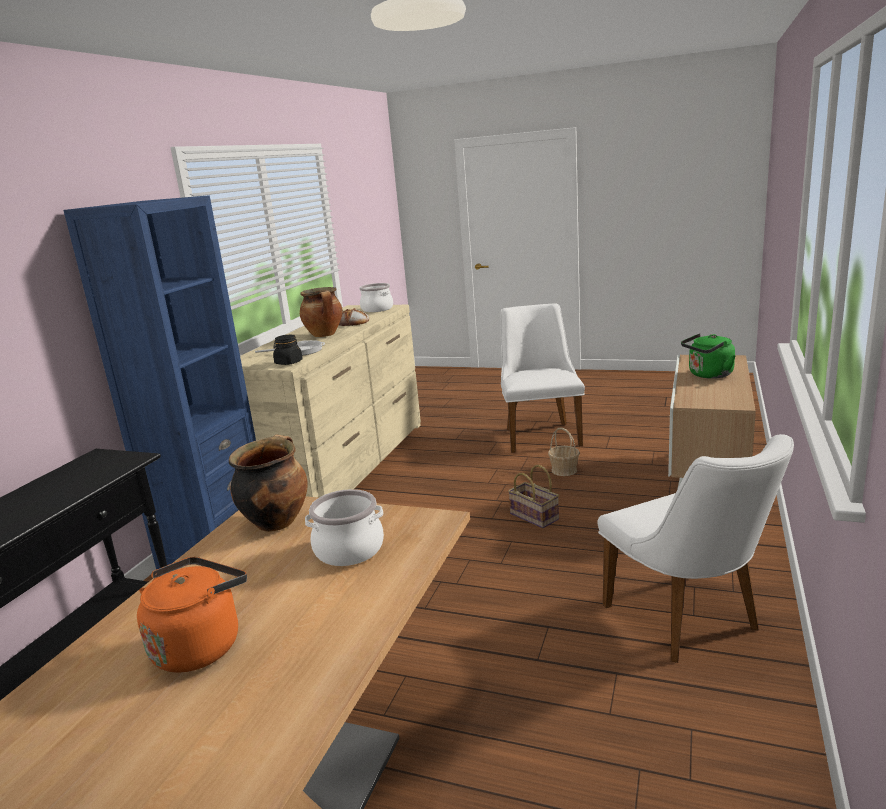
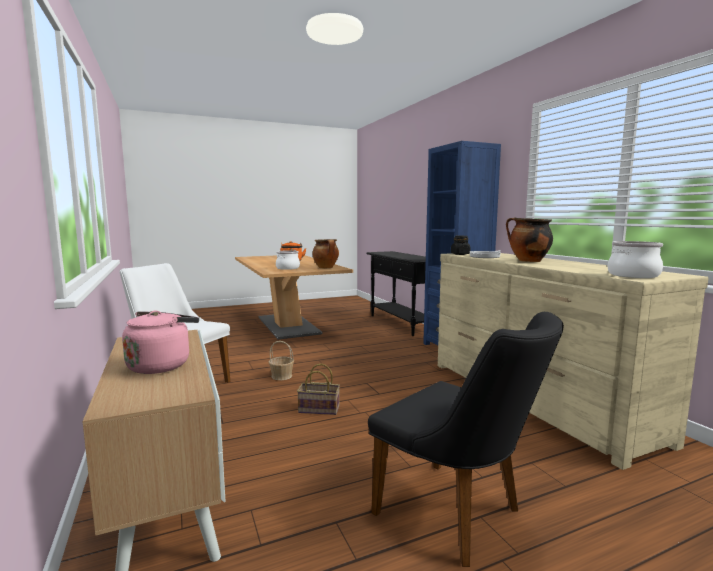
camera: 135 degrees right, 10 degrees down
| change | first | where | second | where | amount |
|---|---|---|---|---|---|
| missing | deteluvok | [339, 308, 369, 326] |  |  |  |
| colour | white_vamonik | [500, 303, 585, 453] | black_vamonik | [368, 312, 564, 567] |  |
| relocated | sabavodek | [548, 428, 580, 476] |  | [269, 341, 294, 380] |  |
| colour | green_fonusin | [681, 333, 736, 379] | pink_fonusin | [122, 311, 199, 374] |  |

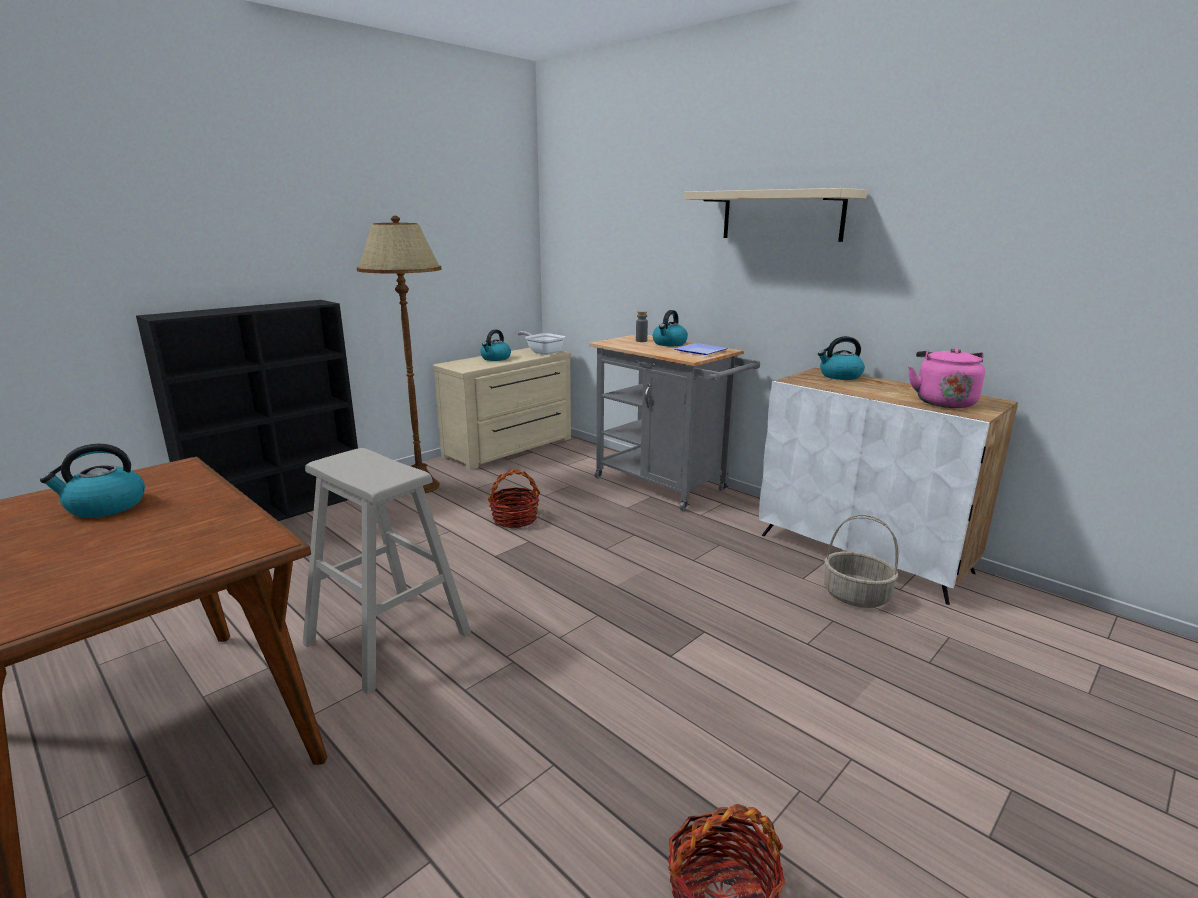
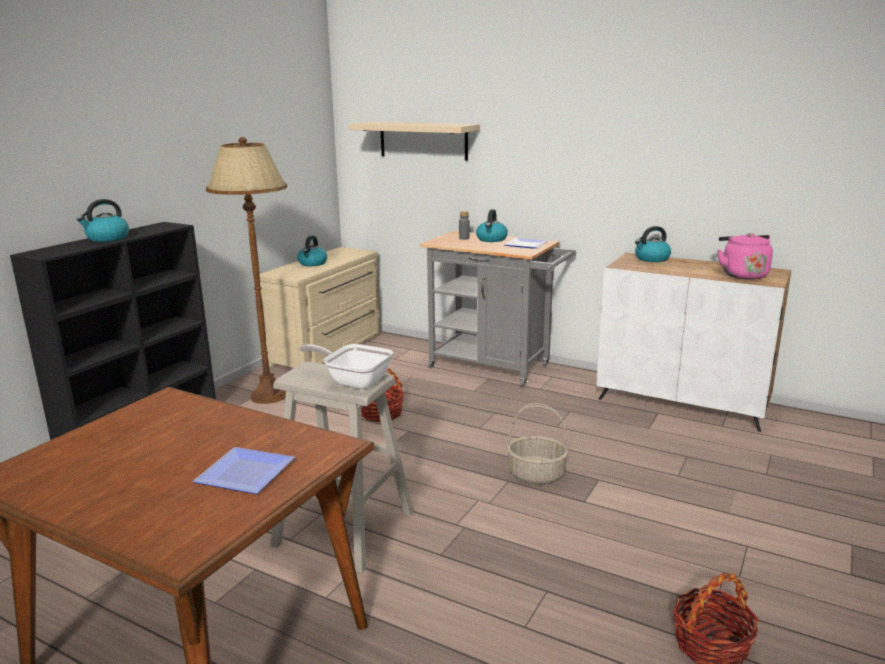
camera: 15 degrees left, 0 degrees up
| change | first | where | second | where | amount |
|---|---|---|---|---|---|
| relocated | fonusin | [40, 444, 145, 518] |  | [77, 199, 129, 242] |  |
| relocated | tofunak | [517, 331, 565, 355] |  | [299, 344, 393, 389] |  |
| relocated | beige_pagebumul | [684, 188, 867, 242] |  | [348, 122, 480, 160] |  |
| relocated | sabavodek | [824, 515, 899, 608] |  | [507, 403, 569, 485] |  |
| appeared |  |  | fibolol | [193, 447, 295, 494] |  |

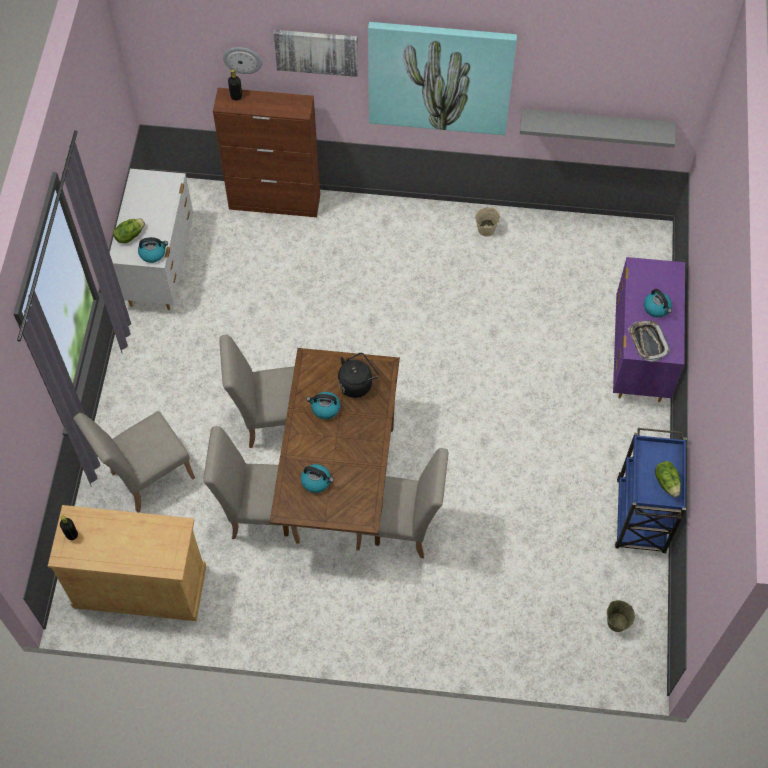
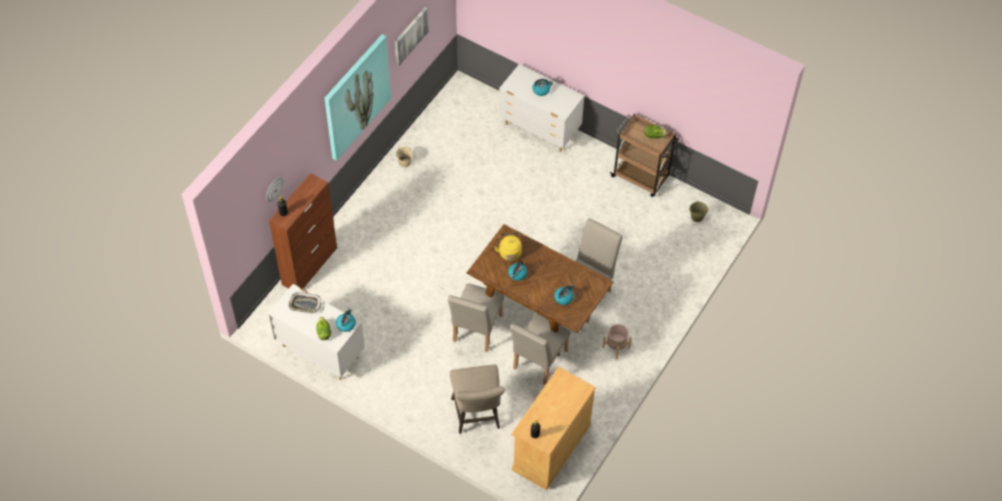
camera: 65 degrees left, 5 degrees down
| change | first | where | second | where | amount |
|---|---|---|---|---|---|
| exchanged | beige_vamonik | [74, 411, 195, 513] | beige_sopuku | [450, 365, 505, 434] |  |
| relocated | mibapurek | [273, 30, 358, 77] |  | [395, 7, 429, 66] |  |
| colour | black_fonusin | [338, 353, 379, 398] | yellow_fonusin | [494, 232, 522, 261] |  |
| missing | grey_pagebumul | [520, 109, 675, 148] |  |  |  |
| colour | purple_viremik | [613, 257, 685, 402] | white_viremik | [499, 64, 584, 152] |  |
| colour | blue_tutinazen | [615, 428, 687, 553] | brown_tutinazen | [610, 114, 679, 197] |  |
| relocated | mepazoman | [628, 320, 670, 362] |  | [288, 292, 321, 314] |  |
| appeared |  |  | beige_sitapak | [602, 324, 632, 359] |  |

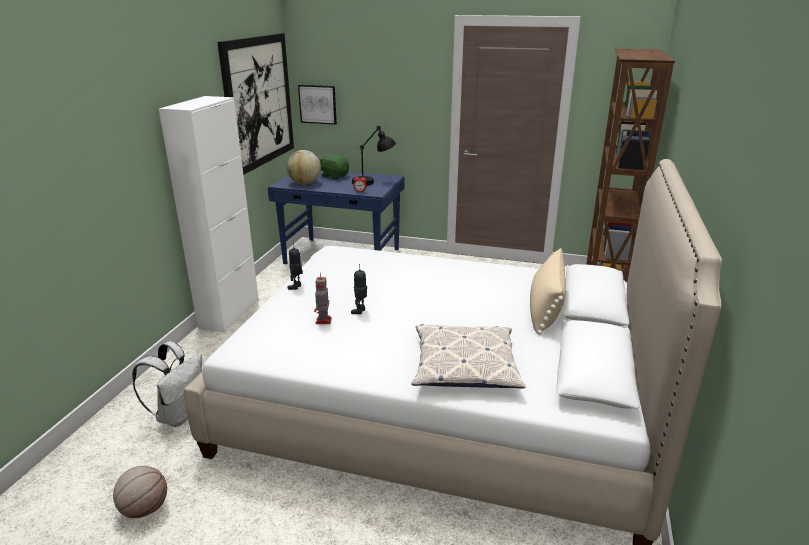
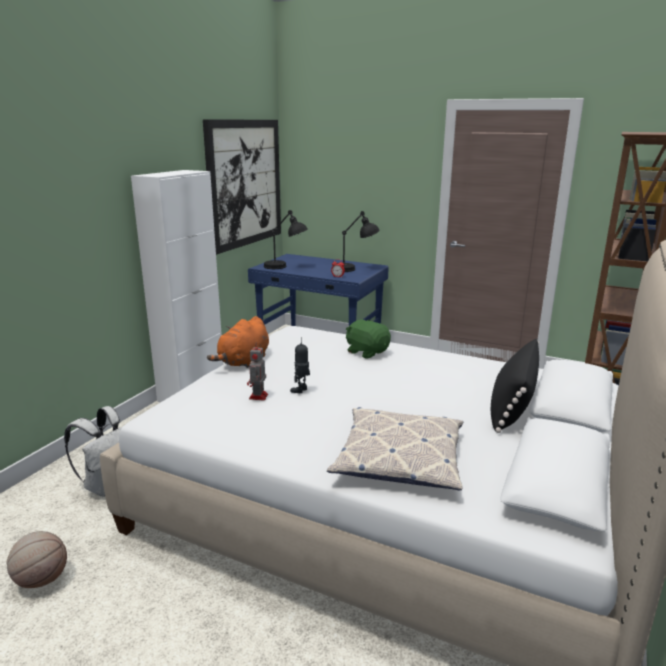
camera: 10 degrees right, 5 degrees down
| change | first | where | second | where | amount |
|---|---|---|---|---|---|
| exchanged | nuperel | [286, 150, 321, 184] | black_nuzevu | [264, 210, 308, 269] |  |
| exchanged | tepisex | [287, 243, 303, 290] | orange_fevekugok | [207, 316, 269, 368] |  |
| missing | mibapurek | [298, 85, 337, 125] |  |  |  |
| relocated | green_fevekugok | [319, 155, 349, 179] |  | [346, 319, 391, 359] |  |
| colour | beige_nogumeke | [530, 248, 566, 335] | black_nogumeke | [491, 339, 539, 433] |  |

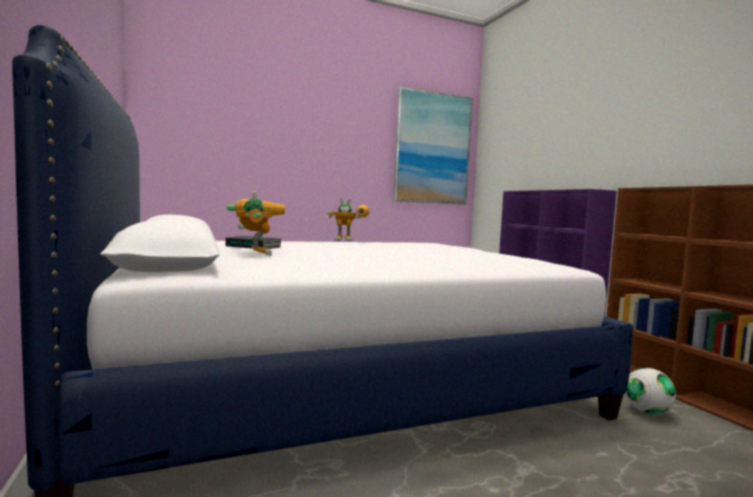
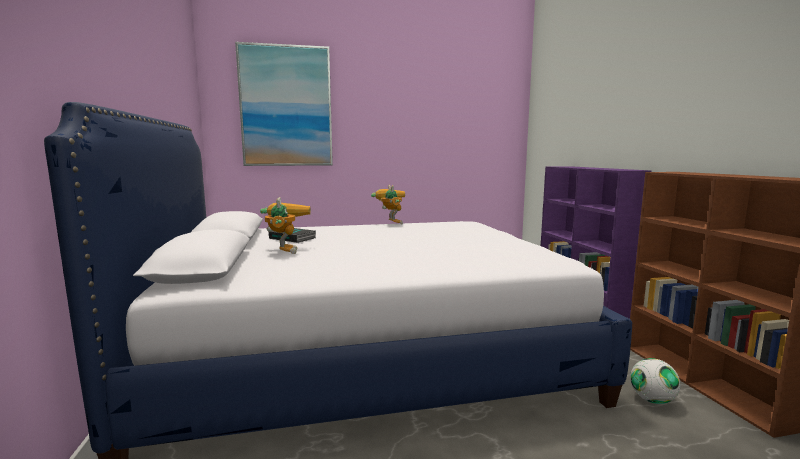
camera: 10 degrees right, 5 degrees up
| change | first | where | second | where | amount |
|---|---|---|---|---|---|
| spun | tepisex | [327, 198, 370, 242] |  | [371, 185, 405, 224] | 120 degrees counterclockwise |
| relocated | mibapurek | [393, 87, 473, 204] |  | [235, 42, 333, 166] |  |

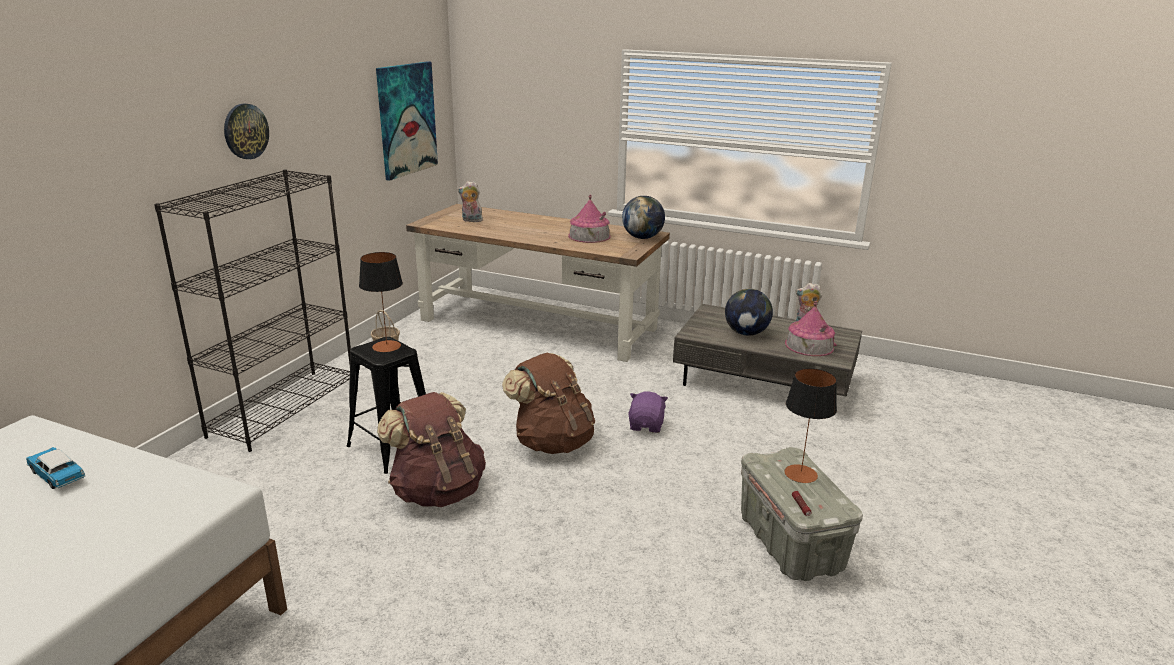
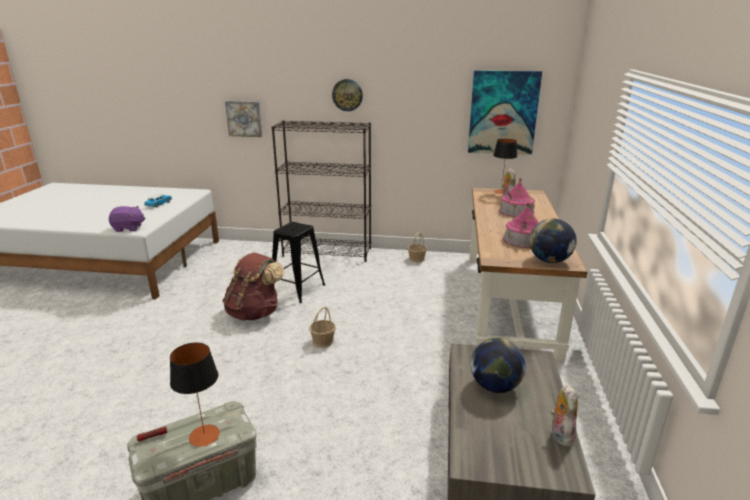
camera: 75 degrees right, 0 degrees up
| change | first | where | second | where | amount |
|---|---|---|---|---|---|
| relocated | nuzevu | [359, 252, 403, 352] |  | [493, 139, 517, 194] |  |
| exchanged | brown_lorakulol | [502, 353, 595, 454] | sabavodek | [309, 307, 336, 348] |  |
| relocated | purple_fevekugok | [629, 392, 668, 433] |  | [109, 206, 145, 232] |  |
| relocated | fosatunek | [785, 301, 837, 356] |  | [499, 178, 535, 217] |  |
| appeared |  |  | mibapurek | [225, 101, 262, 137] |  |

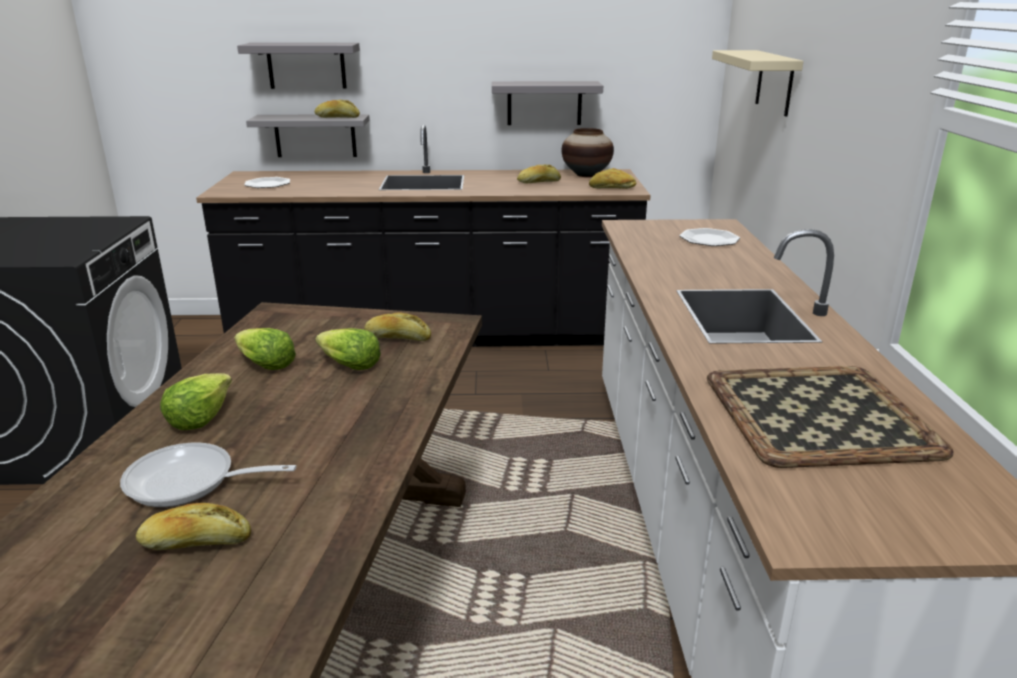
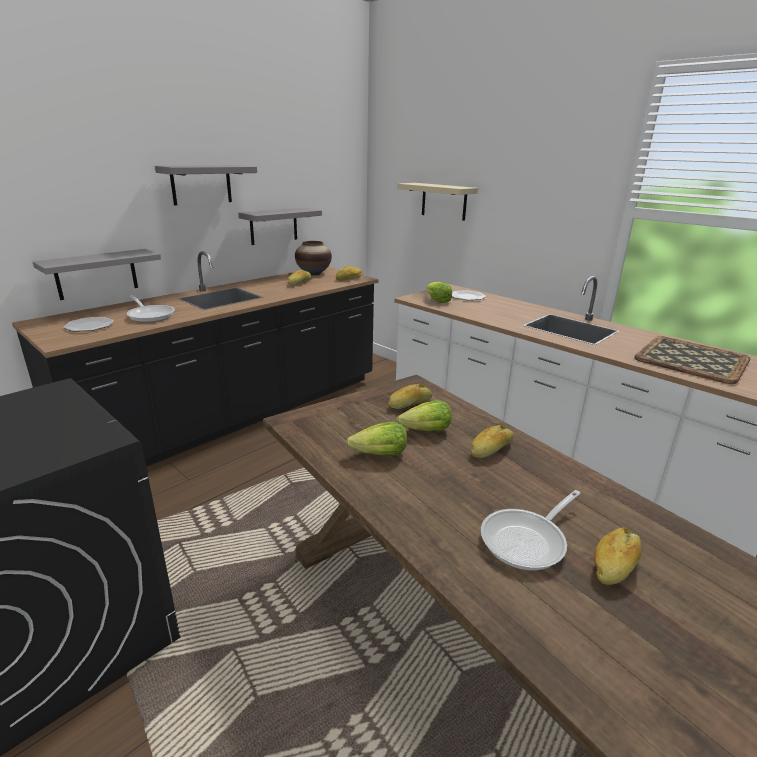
camera: 45 degrees left, 0 degrees up
| change | first | where | second | where | amount |
|---|---|---|---|---|---|
| relocated | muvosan | [160, 373, 232, 430] |  | [427, 282, 452, 303] |  |
| relocated | grey_pagebumul | [237, 43, 360, 89] |  | [155, 165, 257, 205] |  |
| relocated | deteluvok | [315, 100, 360, 118] |  | [471, 425, 514, 458] |  |
| appeared |  |  | tofunak | [127, 295, 175, 322] |  |

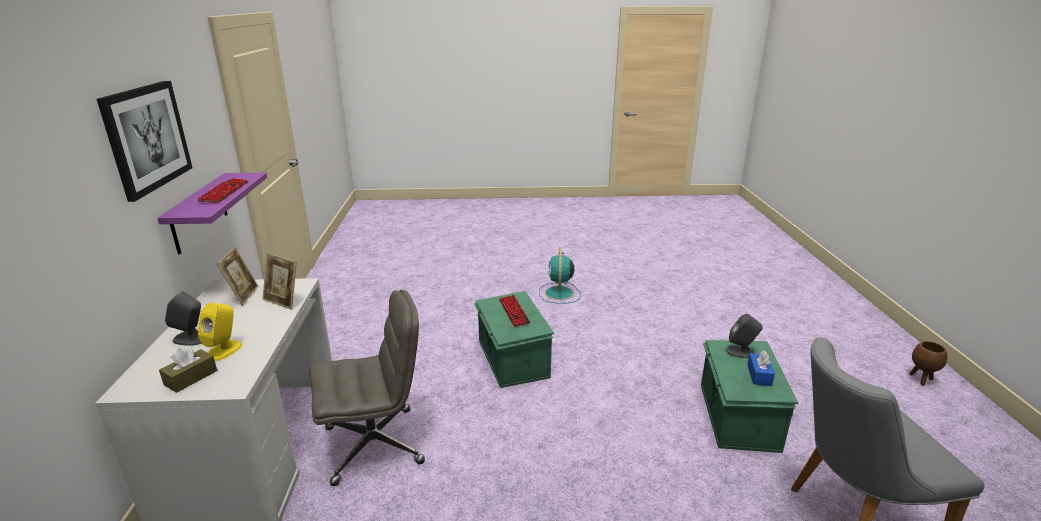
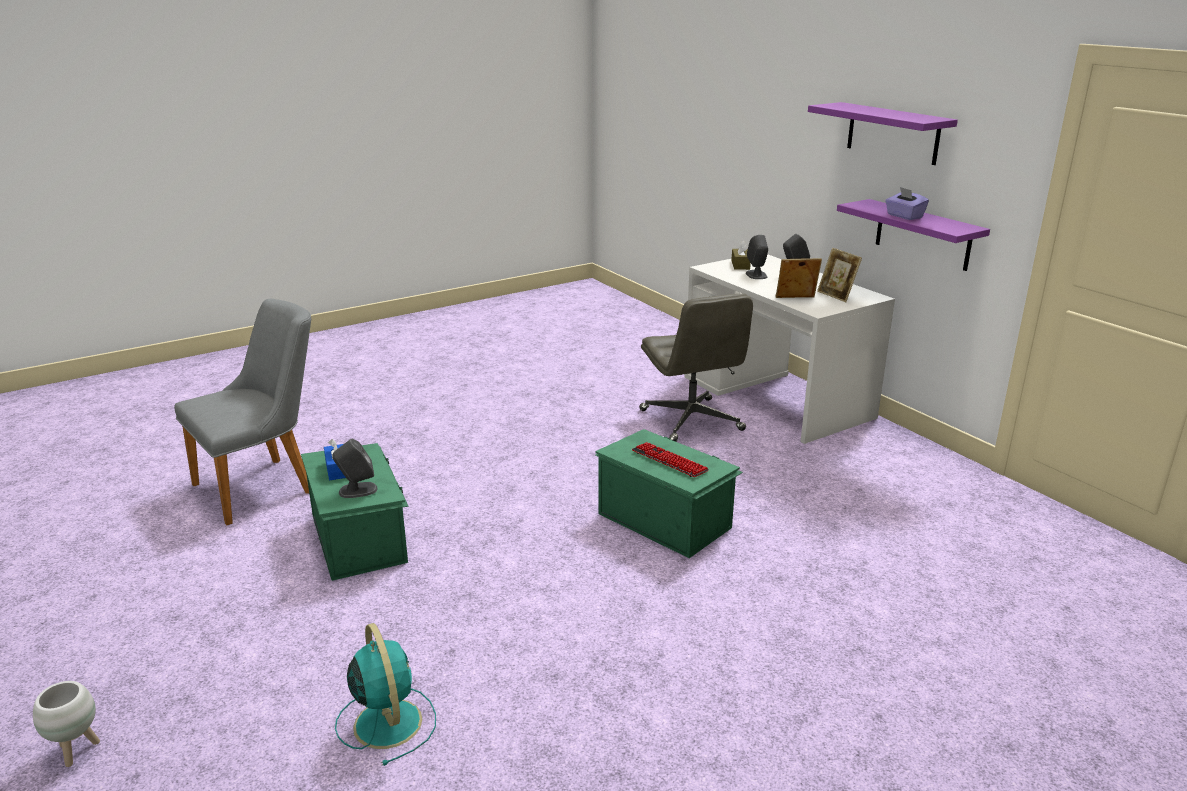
camera: 150 degrees right, 0 degrees up
| change | first | where | second | where | amount |
|---|---|---|---|---|---|
| exchanged | mibapurek | [97, 81, 192, 202] | purple_pagebumul | [808, 102, 958, 165] |  |
| exchanged | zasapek | [197, 178, 248, 203] | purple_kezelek | [885, 187, 929, 220] |  |
| colour | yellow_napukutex | [198, 303, 242, 361] | grey_napukutex | [746, 235, 768, 279] |  |
| spun | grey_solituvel | [310, 290, 425, 486] |  | [639, 293, 753, 442] | 60 degrees counterclockwise |
| relocated | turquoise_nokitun | [539, 247, 581, 304] |  | [335, 623, 436, 766] |  |
| missing | brown_sitapak | [909, 341, 948, 386] |  |  |  |
| appeared |  |  | white_sitapak | [33, 681, 100, 767] |  |

